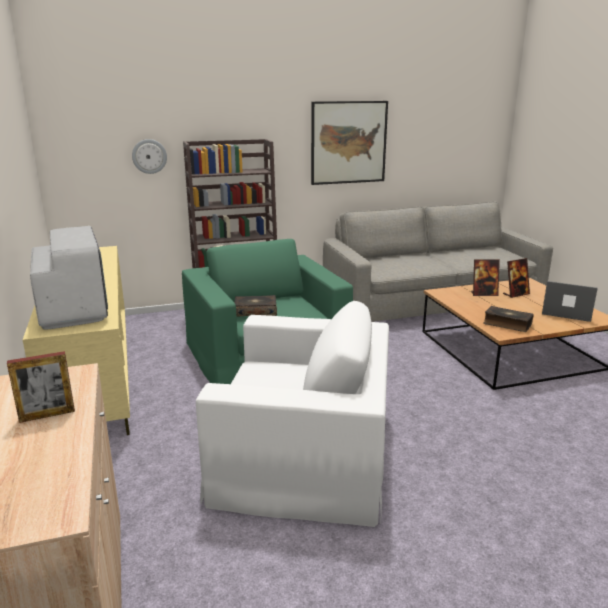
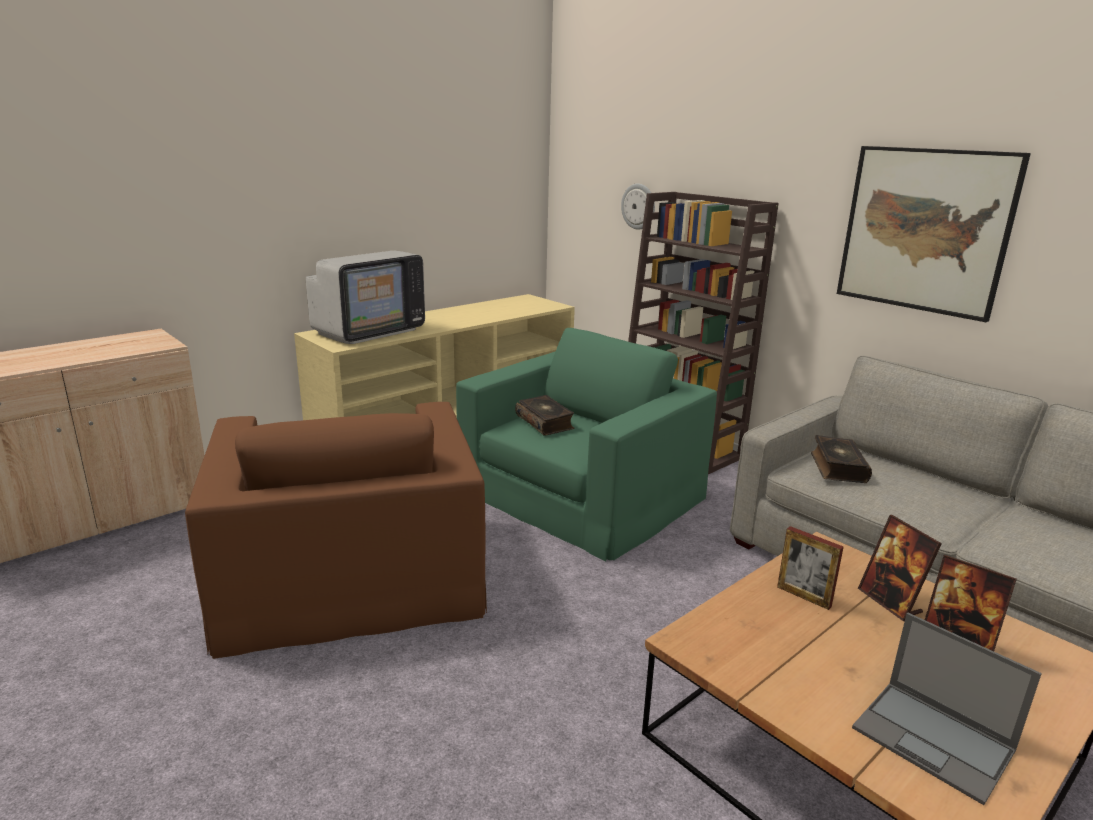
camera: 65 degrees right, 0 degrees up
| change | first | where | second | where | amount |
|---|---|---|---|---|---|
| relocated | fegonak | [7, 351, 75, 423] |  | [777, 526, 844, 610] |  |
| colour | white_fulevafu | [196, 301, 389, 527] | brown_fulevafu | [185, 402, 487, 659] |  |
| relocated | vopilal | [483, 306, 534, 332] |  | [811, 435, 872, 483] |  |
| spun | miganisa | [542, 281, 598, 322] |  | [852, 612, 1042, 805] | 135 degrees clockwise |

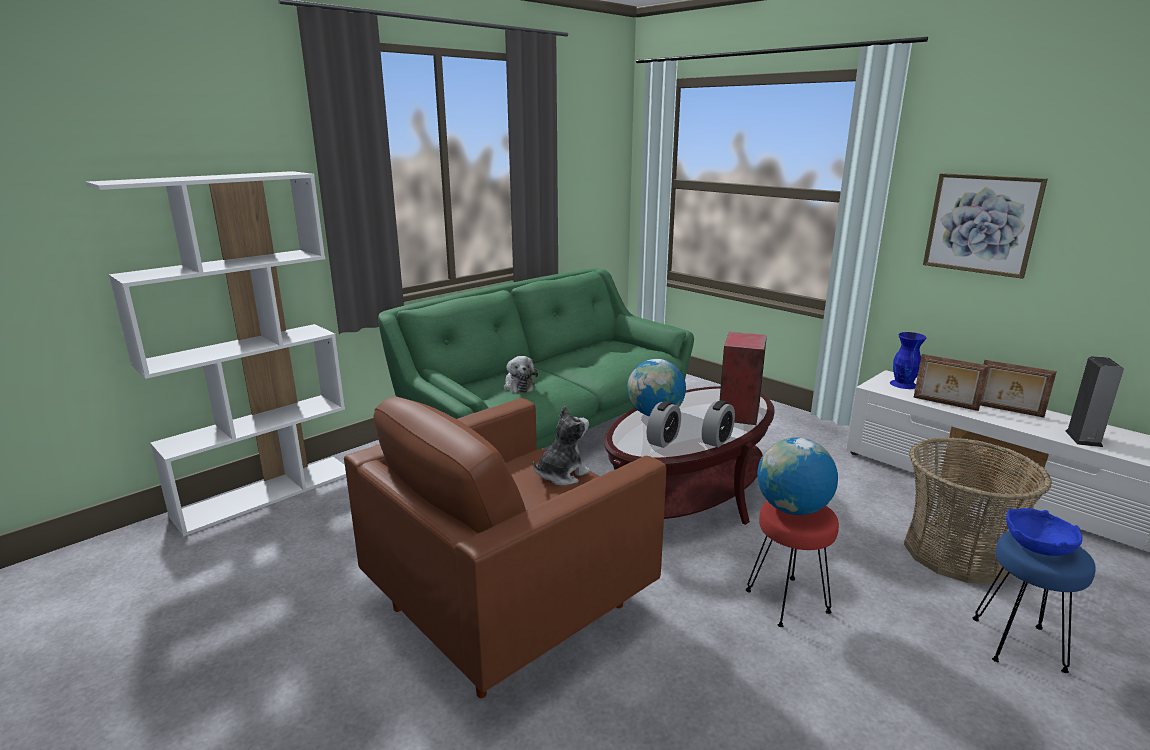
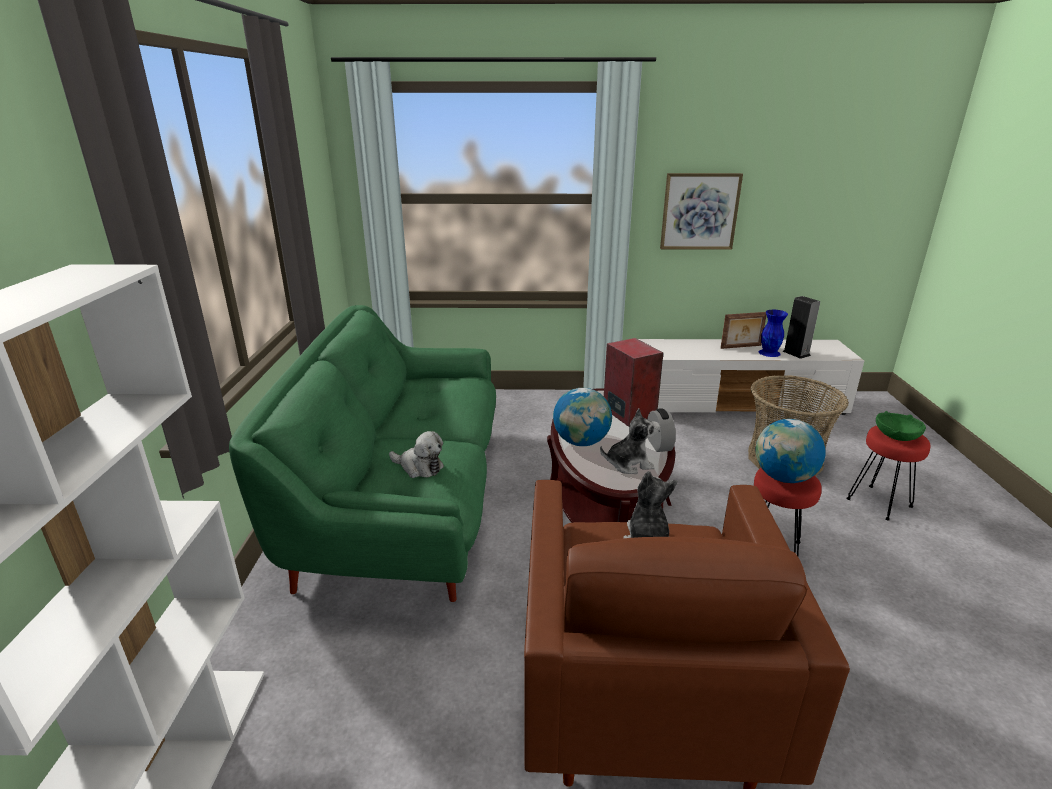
camera: 45 degrees left, 5 degrees up
| change | first | where | second | where | amount |
|---|---|---|---|---|---|
| exchanged | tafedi | [647, 401, 681, 448] | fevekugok | [600, 408, 660, 474] |  |
| relocated | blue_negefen | [890, 332, 926, 389] |  | [759, 310, 788, 357] |  |
| missing | fegonak | [913, 354, 989, 411] |  |  |  |
| colour | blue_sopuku | [972, 531, 1096, 673] | red_sopuku | [846, 426, 930, 521] |  |
| colour | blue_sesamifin | [1006, 508, 1083, 556] | green_sesamifin | [876, 411, 926, 441] |  |

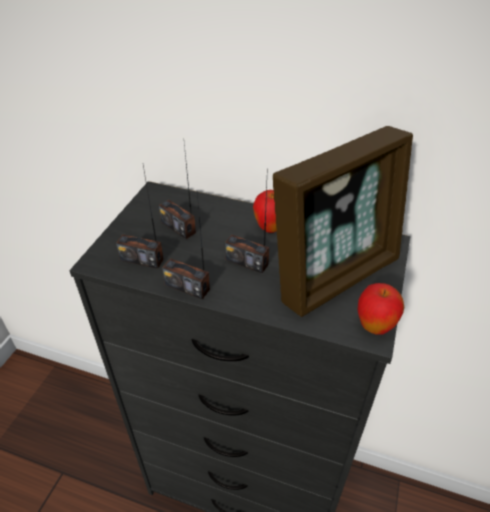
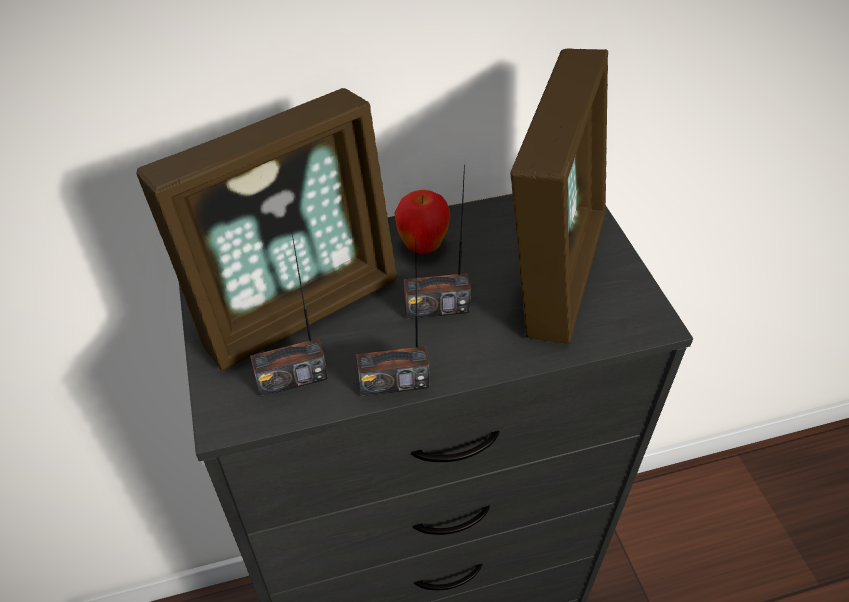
camera: 35 degrees left, 5 degrees up
| change | first | where | second | where | amount |
|---|---|---|---|---|---|
| exchanged | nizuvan | [159, 144, 196, 239] | fegonak | [136, 88, 397, 370] |  |
| missing | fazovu | [357, 283, 404, 335] |  |  |  |

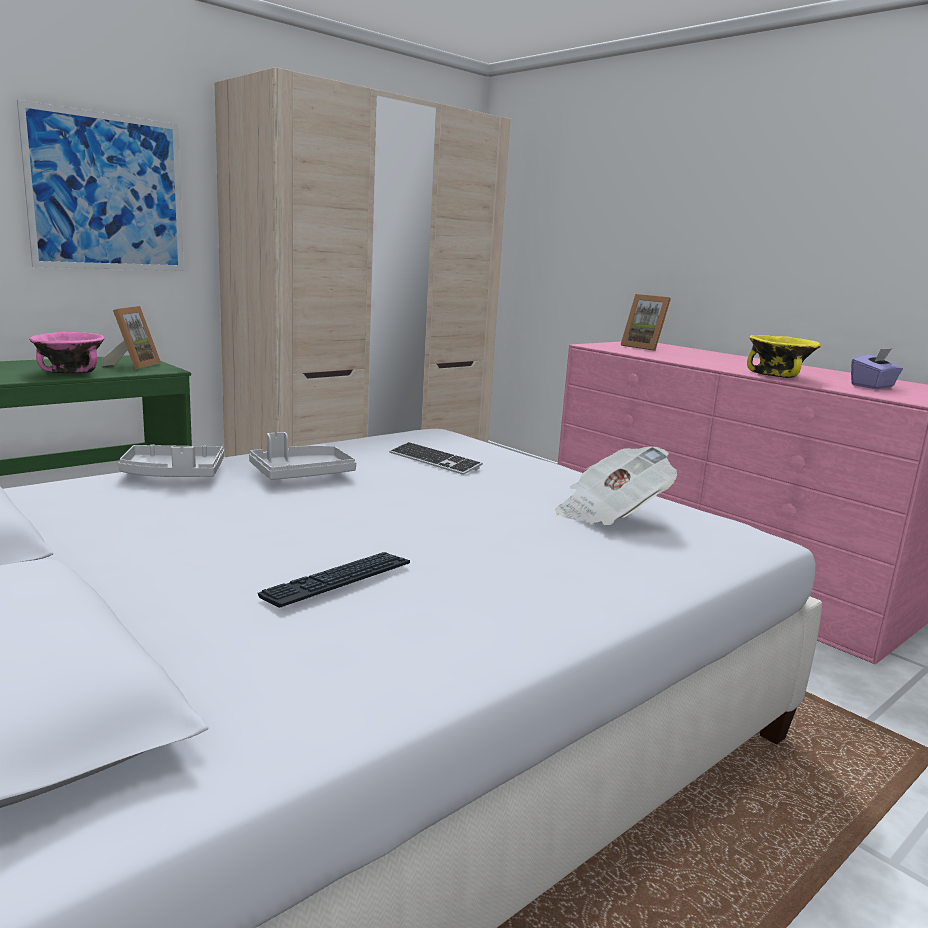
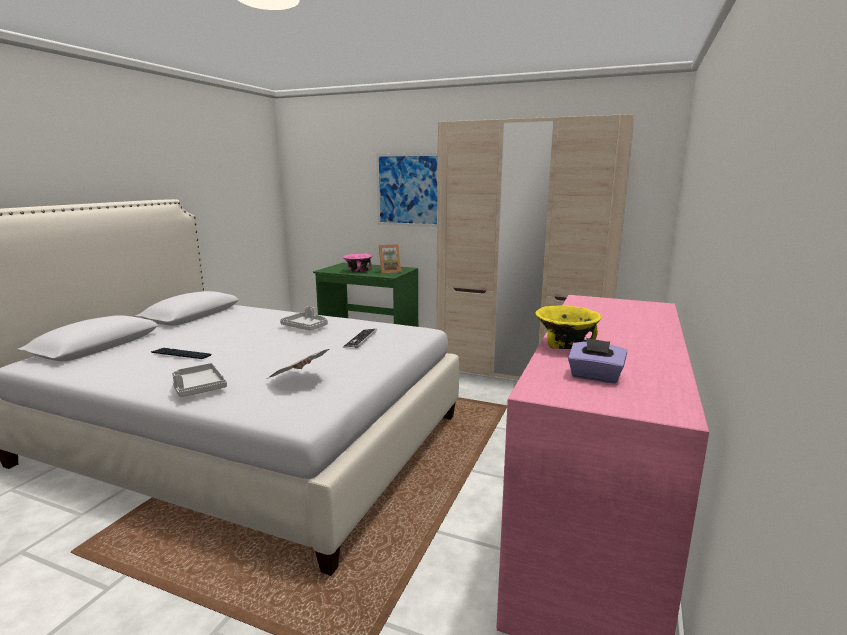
camera: 65 degrees right, 0 degrees up
| change | first | where | second | where | amount |
|---|---|---|---|---|---|
| relocated | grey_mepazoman | [118, 444, 224, 477] |  | [172, 363, 227, 397] |  |
| missing | fegonak | [620, 294, 671, 351] |  |  |  |

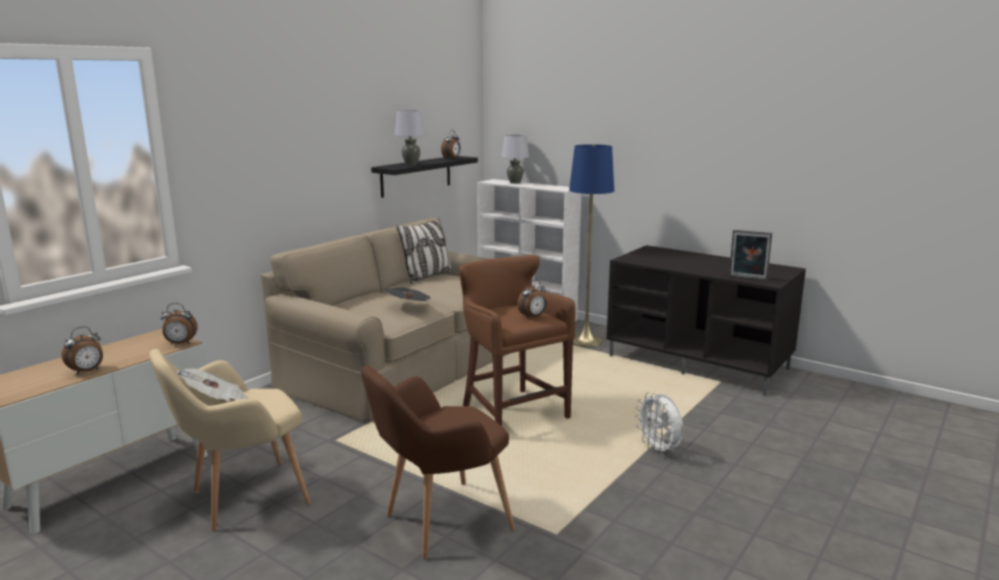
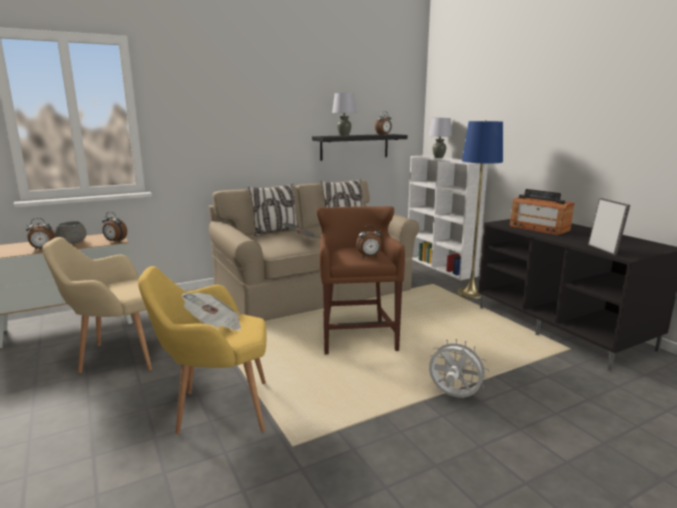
camera: 25 degrees right, 0 degrees up
| change | first | where | second | where | amount |
|---|---|---|---|---|---|
| relocated | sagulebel | [176, 369, 250, 401] |  | [181, 293, 241, 331] |  |
| colour | brown_fulevafu | [361, 366, 515, 559] | yellow_fulevafu | [138, 266, 267, 435] |  |
| spun | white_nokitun | [635, 392, 684, 456] |  | [429, 339, 489, 398] | 120 degrees clockwise |
| spun | fegonak | [729, 230, 772, 280] |  | [588, 198, 630, 255] | 150 degrees counterclockwise |
| appeared |  |  | grey_sesamifin | [55, 221, 86, 244] |  |
| appeared |  |  | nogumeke | [248, 184, 298, 236] |  |
| appeared |  |  | nizuvan | [510, 189, 574, 235] |  |

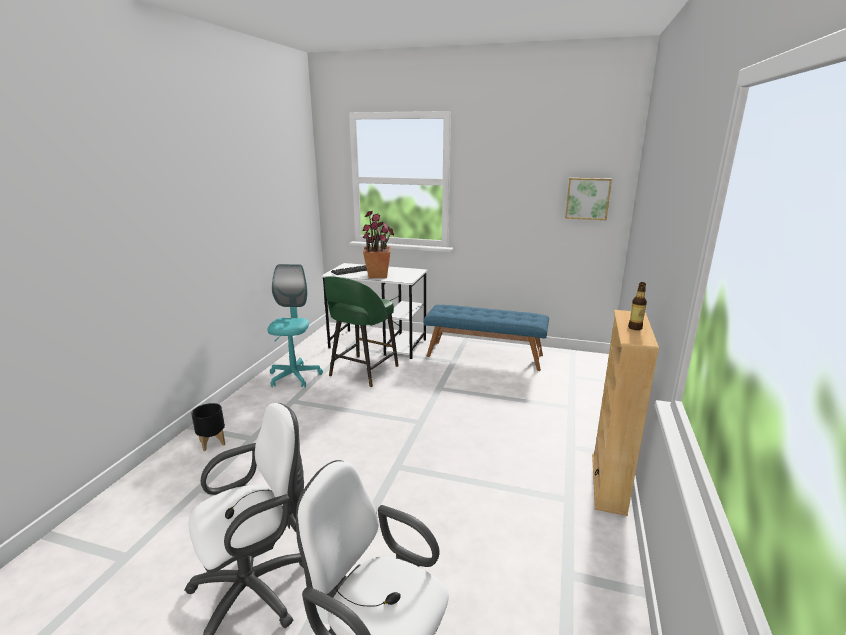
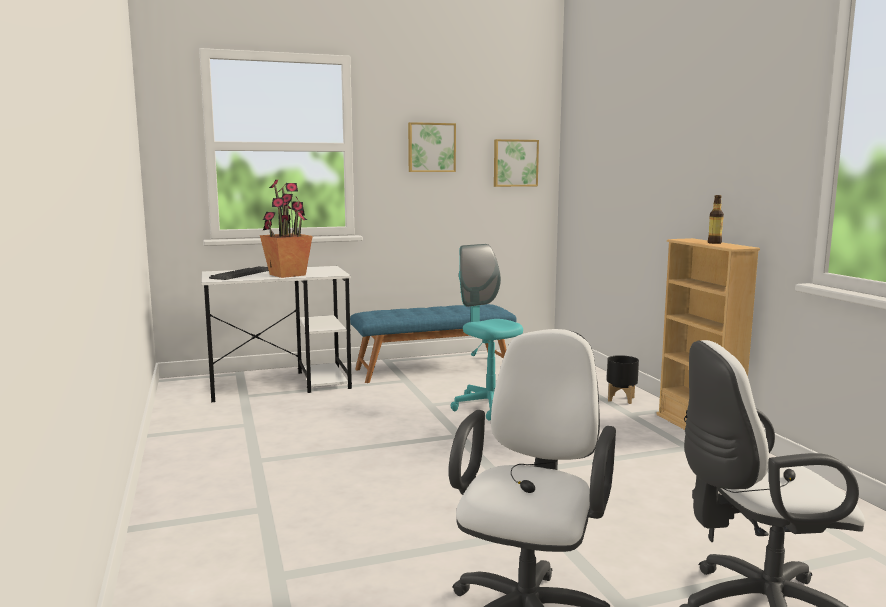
camera: 35 degrees left, 10 degrees down
| change | first | where | second | where | amount |
|---|---|---|---|---|---|
| relocated | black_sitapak | [191, 403, 225, 451] |  | [607, 355, 639, 404] |  |
| relocated | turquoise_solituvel | [268, 264, 323, 387] |  | [451, 244, 523, 420] |  |
| missing | green_sopuku | [324, 276, 399, 387] |  |  |  |
| appeared |  |  | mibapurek | [408, 122, 456, 172] |  |

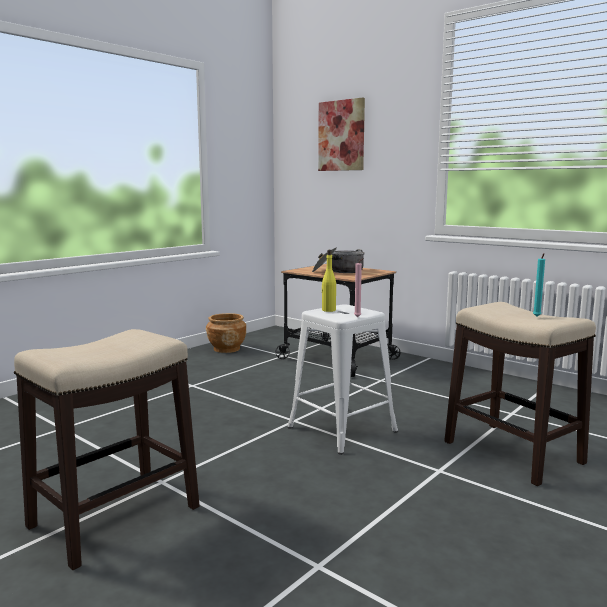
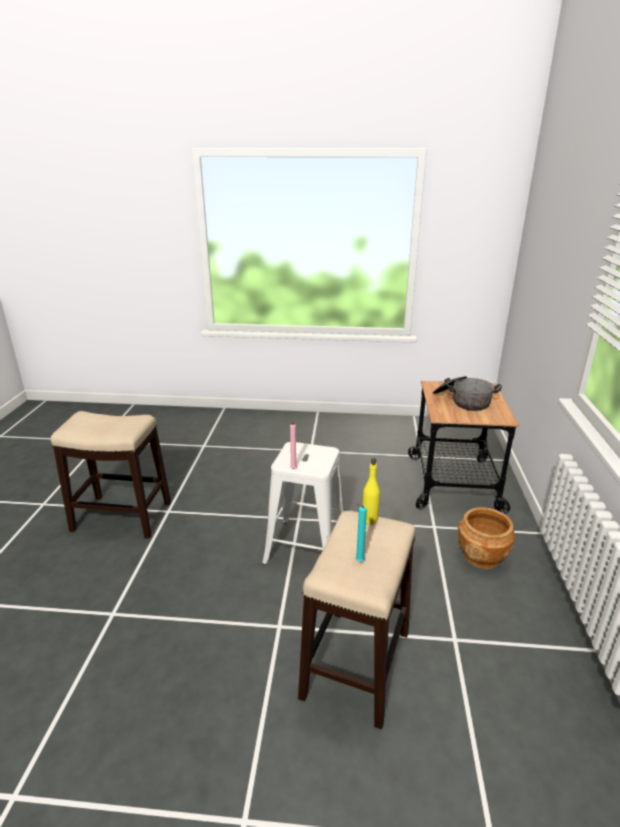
camera: 55 degrees right, 15 degrees up
| change | first | where | second | where | amount |
|---|---|---|---|---|---|
| relocated | brown_sitapak | [206, 313, 247, 353] |  | [458, 507, 515, 569] |  |
| missing | mibapurek | [318, 98, 365, 171] |  |  |  |
| relocated | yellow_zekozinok | [321, 250, 336, 312] |  | [363, 458, 380, 524] |  |

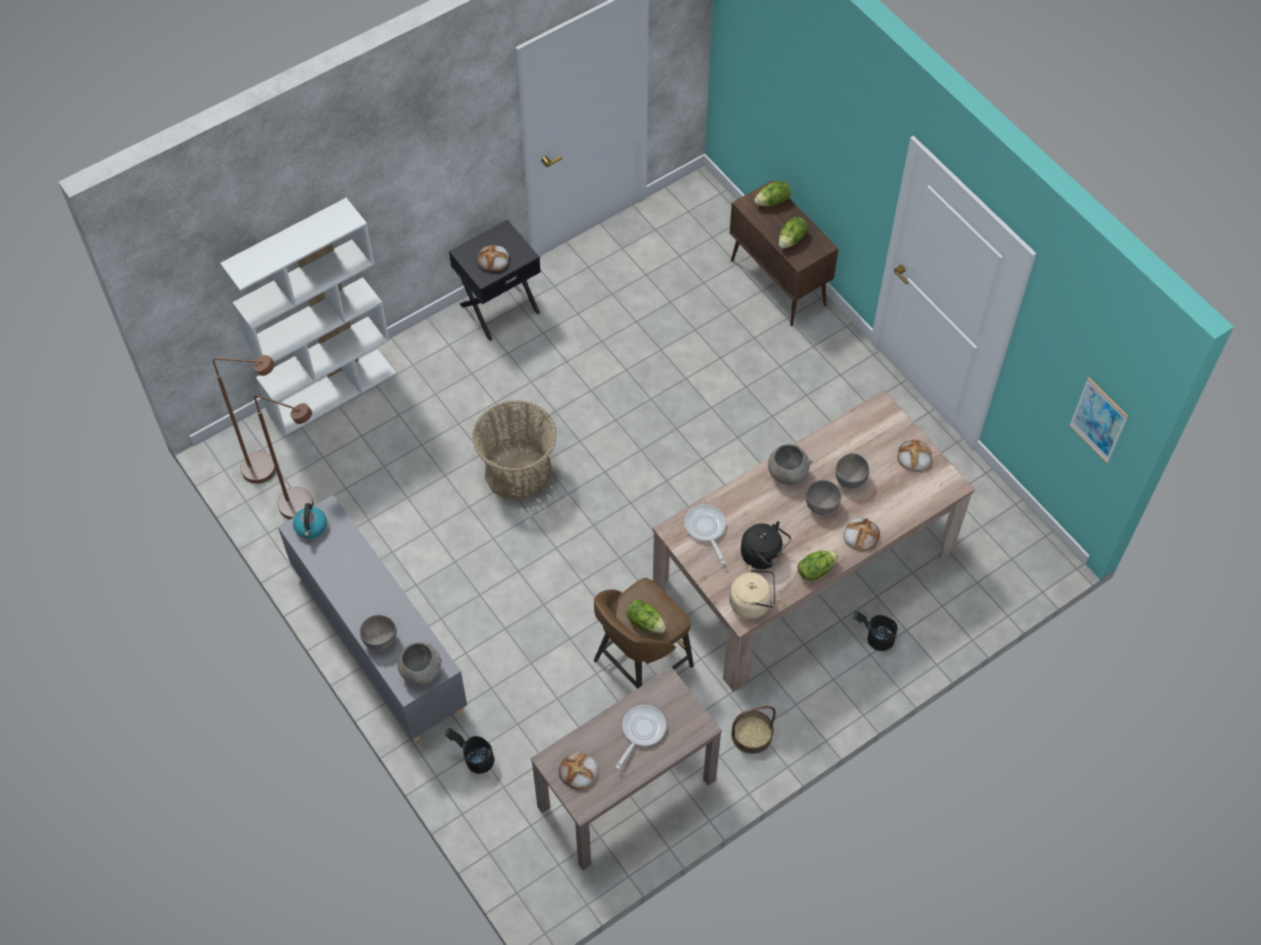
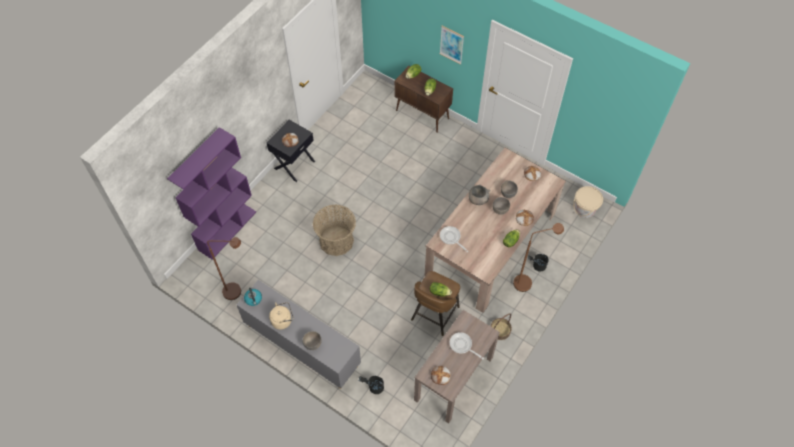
camera: 20 degrees left, 0 degrees up
| change | first | where | second | where | amount |
|---|---|---|---|---|---|
| relocated | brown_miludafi | [213, 355, 276, 483] |  | [513, 223, 564, 292] |  |
| colour | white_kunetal | [220, 198, 396, 436] | purple_kunetal | [167, 127, 256, 260] |  |
| missing | grey_sesamifin | [397, 642, 442, 685] |  |  |  |
| spun | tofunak | [616, 705, 666, 769] |  | [450, 332, 484, 359] | 60 degrees counterclockwise |
| relocated | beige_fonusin | [729, 565, 776, 619] |  | [269, 302, 293, 330] |  |
| missing | black_fonusin | [741, 521, 791, 569] |  |  |  |
| relocated | mibapurek | [1069, 377, 1128, 463] |  | [440, 26, 464, 65] |  |
| appeared |  |  | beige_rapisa | [573, 186, 603, 218] |  |

